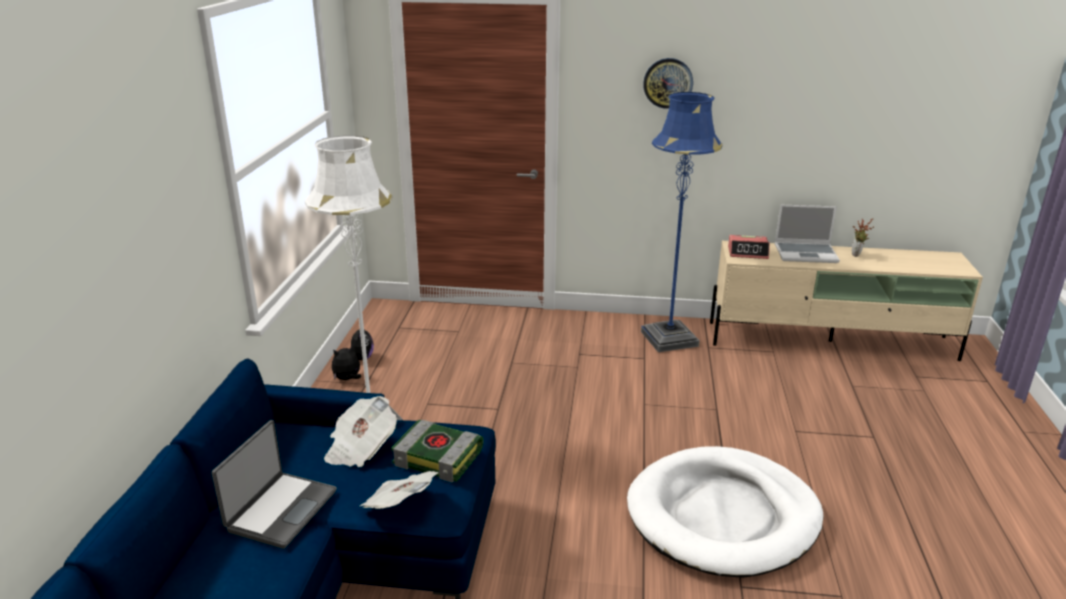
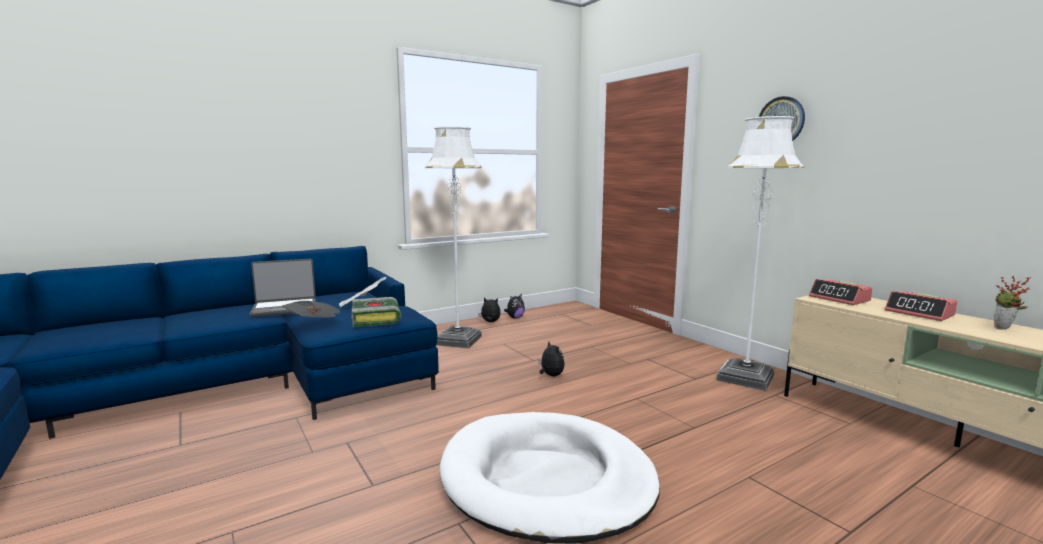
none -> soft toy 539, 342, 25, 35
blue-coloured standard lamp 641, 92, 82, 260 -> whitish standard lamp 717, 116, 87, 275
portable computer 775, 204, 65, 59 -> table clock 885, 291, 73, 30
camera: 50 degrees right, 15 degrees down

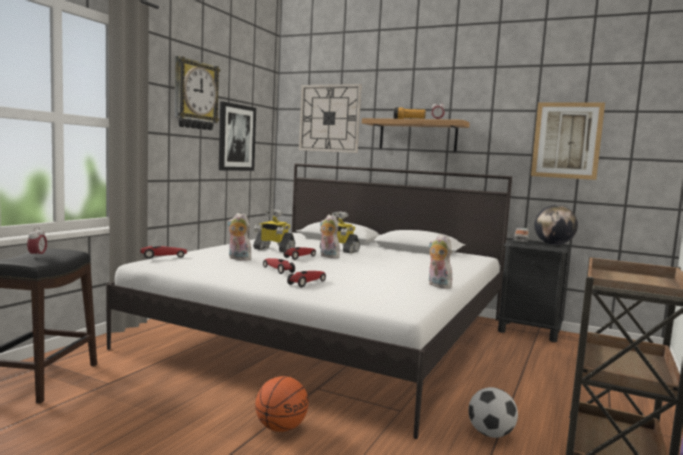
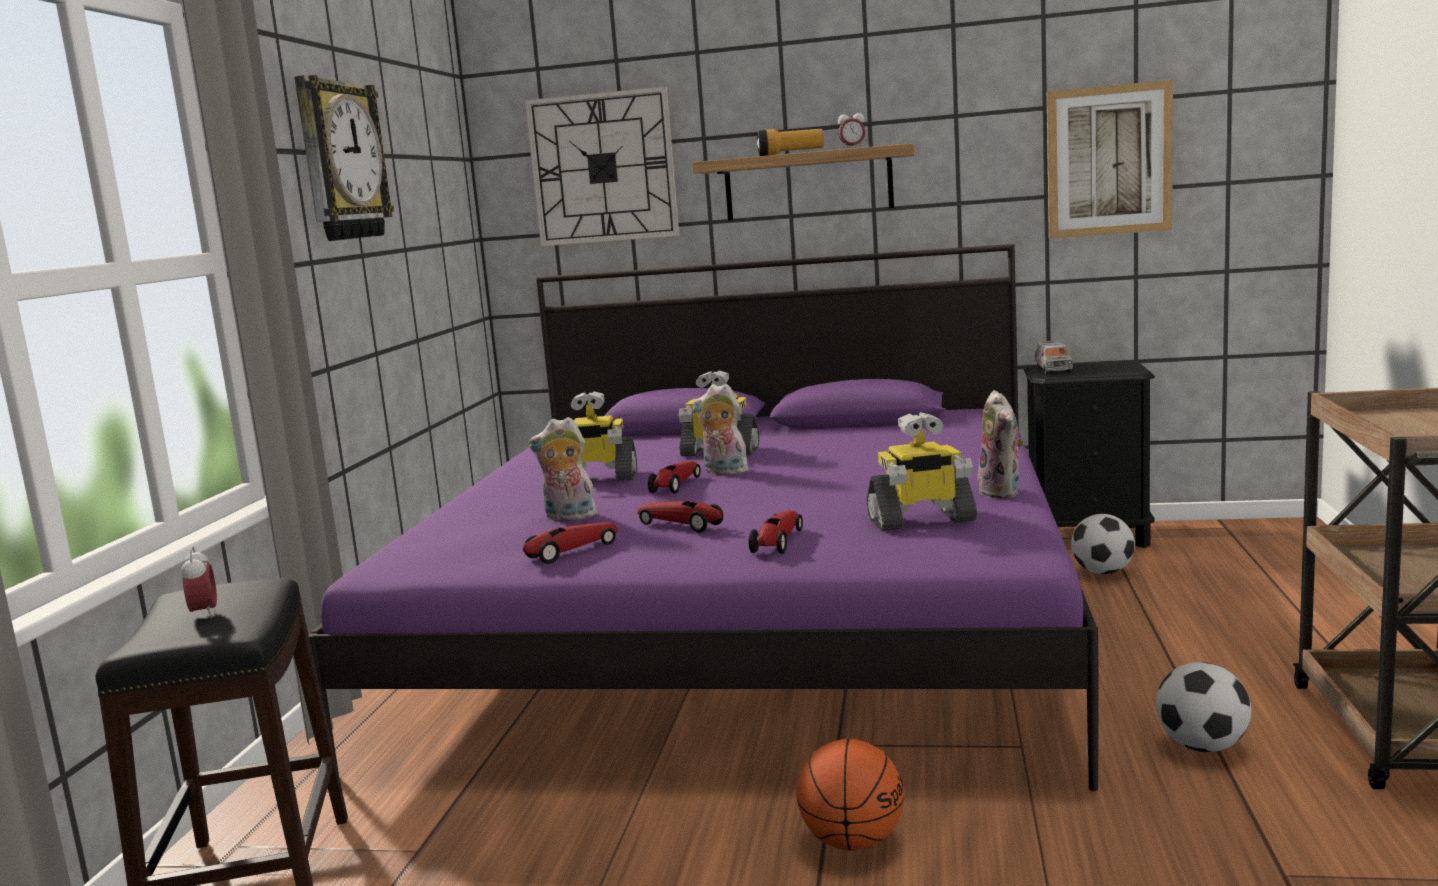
whitish bed 106, 164, 406, 275 -> purple-coloured bed 308, 244, 791, 547
model car 140, 246, 47, 13 -> model car 523, 522, 95, 42, moved
none -> robot figure 867, 412, 110, 119
soft toy 429, 234, 24, 55 -> soft toy 977, 390, 47, 108, 135 degrees counterclockwise
none -> ball for football 1071, 514, 64, 60
picture 219, 102, 37, 69 -> none
desk globe 534, 205, 44, 40 -> none
camera: 15 degrees left, 5 degrees up

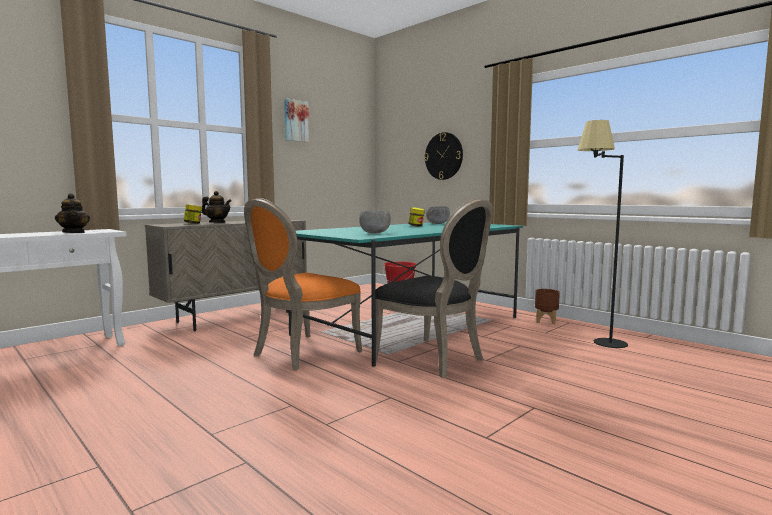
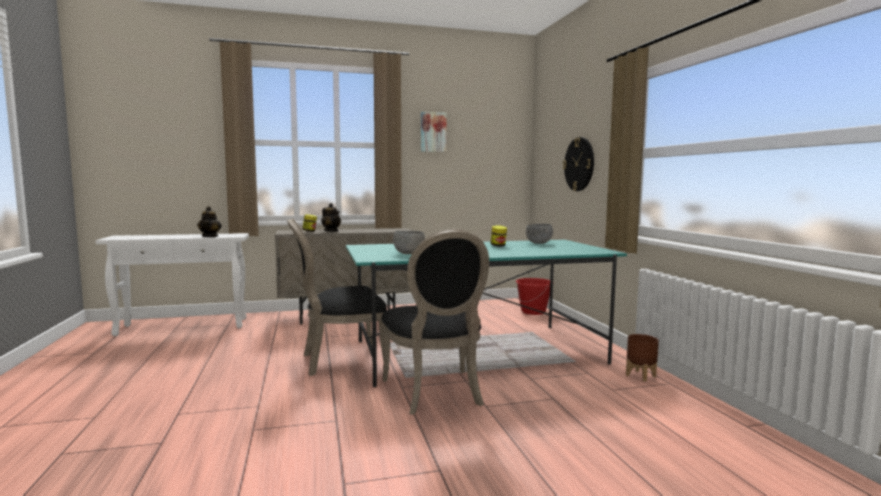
orangey plain chair 244, 198, 118, 172 -> blackish plain chair 287, 218, 100, 158
blackish standard lamp 577, 120, 51, 228 -> none
camera: 30 degrees right, 0 degrees up

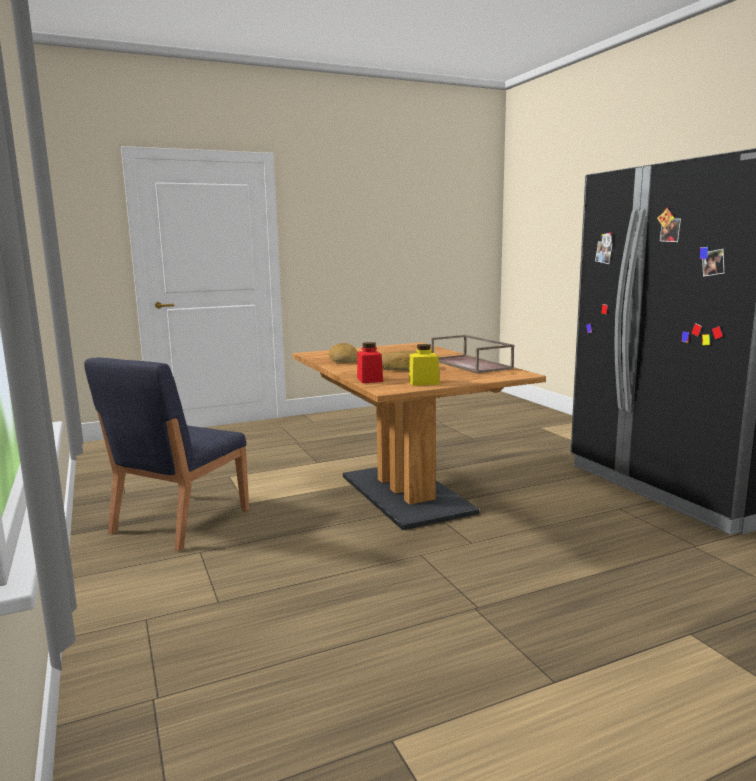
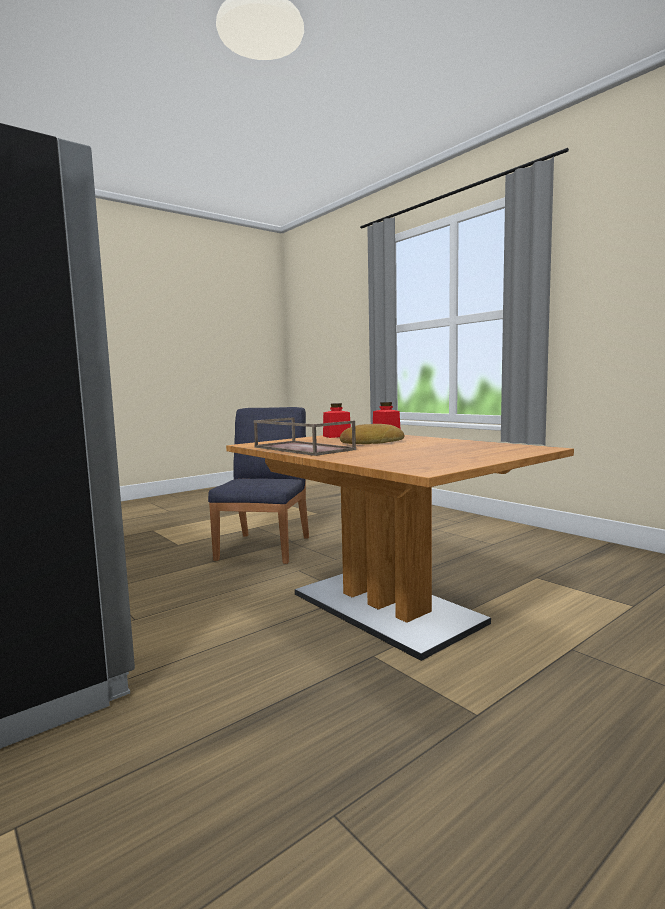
blue-coloured plain chair 84, 358, 165, 193 -> blue-coloured plain chair 208, 407, 101, 157, moved
yellow-coloured storage jar 409, 344, 31, 42 -> reddish storage jar 323, 403, 28, 35
bread 329, 343, 28, 20 -> none
camera: 165 degrees right, 5 degrees down

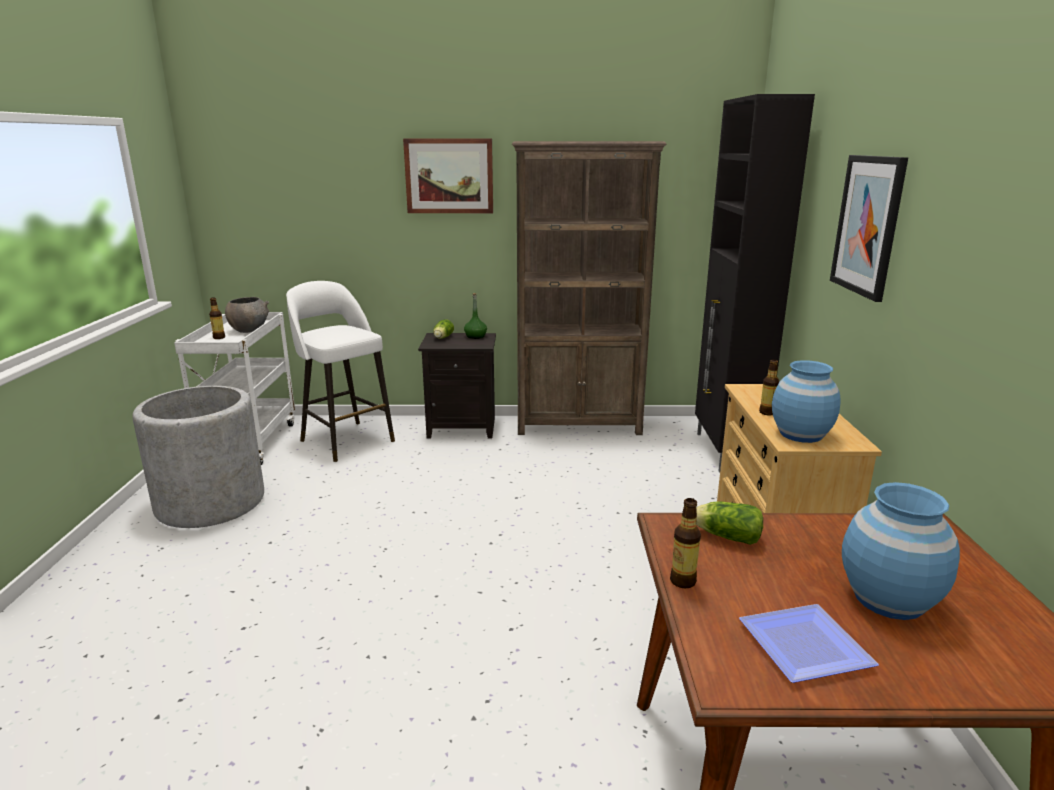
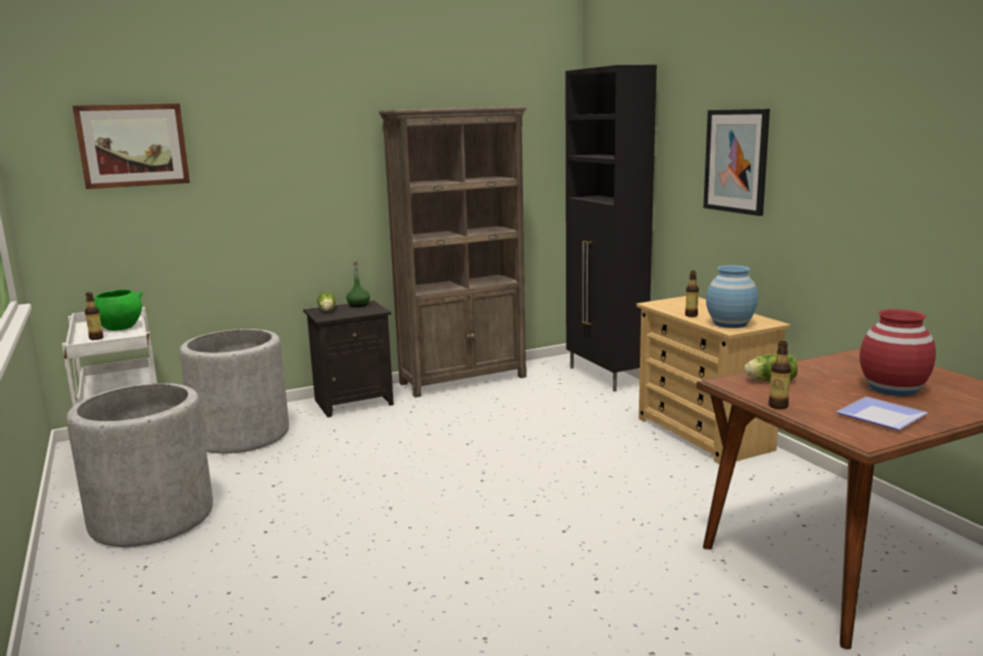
picture 403, 139, 90, 74 -> picture 72, 103, 118, 86, moved
grey bowl 225, 297, 44, 36 -> greenish bowl 94, 289, 49, 42
whitish sitting stool 286, 281, 109, 181 -> grey plant pot 179, 329, 110, 125
blue-coloured vase 842, 482, 118, 138 -> reddish vase 860, 309, 76, 87
camera: 25 degrees left, 5 degrees down

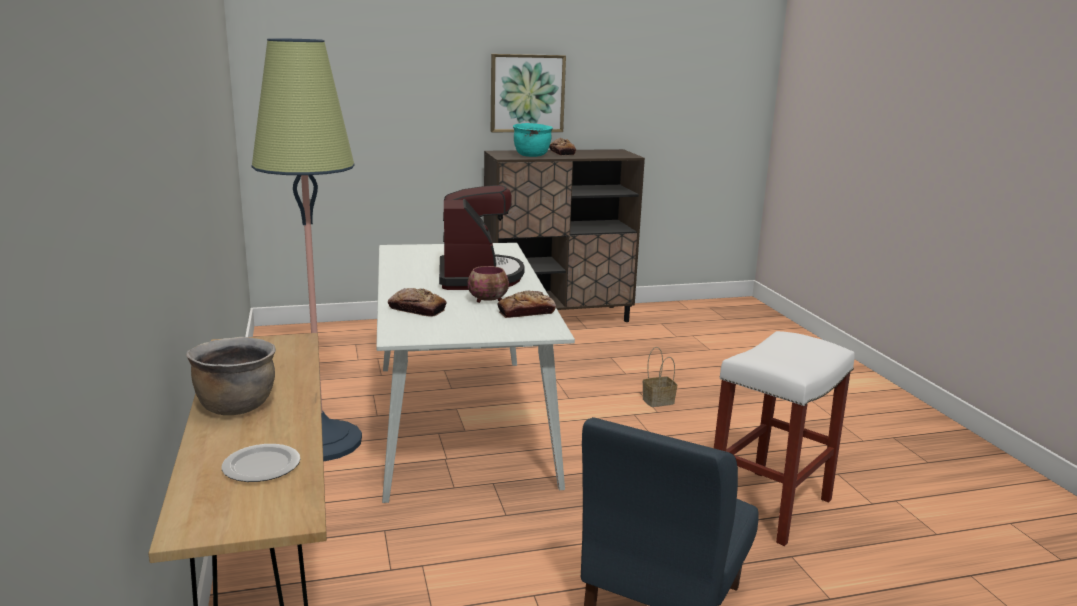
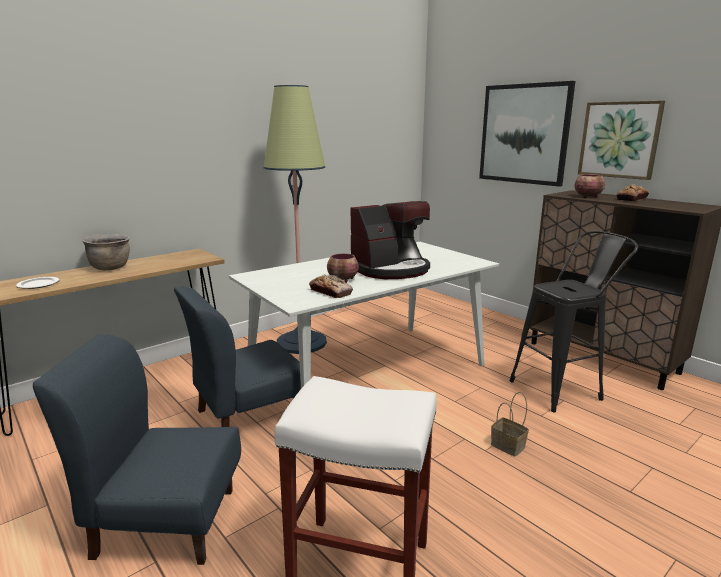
none -> blue-coloured plain chair 174, 286, 127, 141
none -> picture 479, 81, 96, 106
none -> blackish sitting stool 509, 231, 129, 181
turquoise stockpot 513, 123, 40, 34 -> bowl 574, 174, 31, 24
bread 388, 288, 59, 29 -> none
camera: 65 degrees right, 0 degrees up

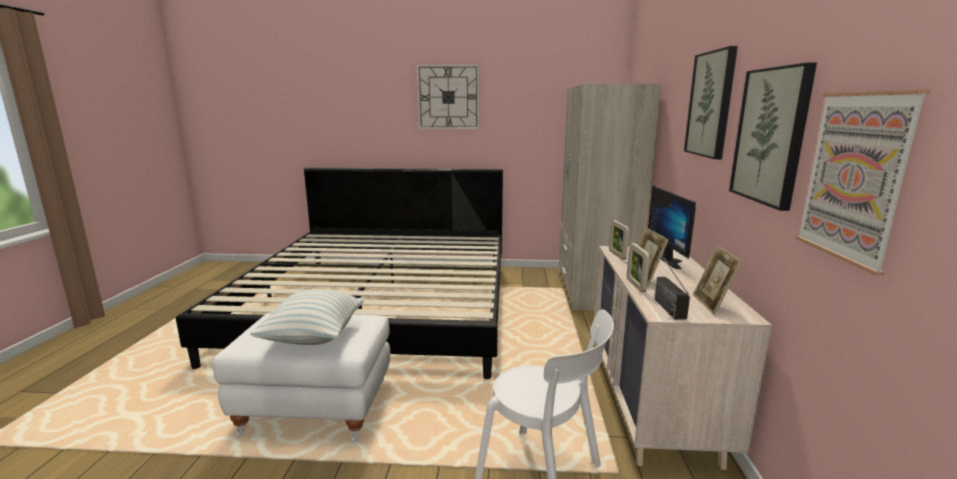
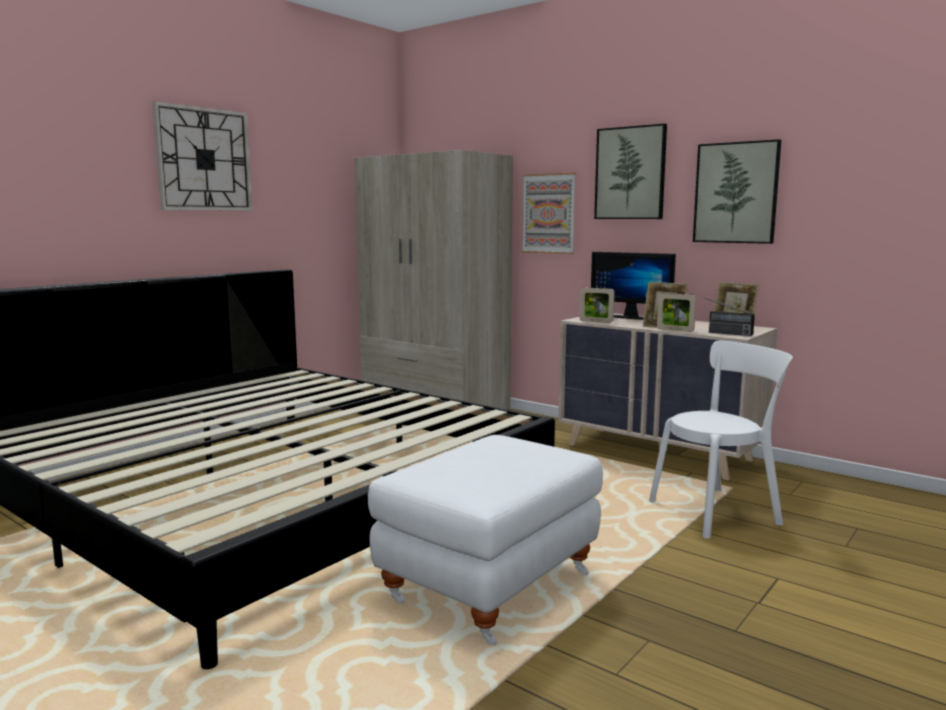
picture 796, 90, 134, 185 -> picture 522, 173, 54, 81, moved
throw pillow 250, 289, 114, 56 -> none
camera: 55 degrees left, 5 degrees down

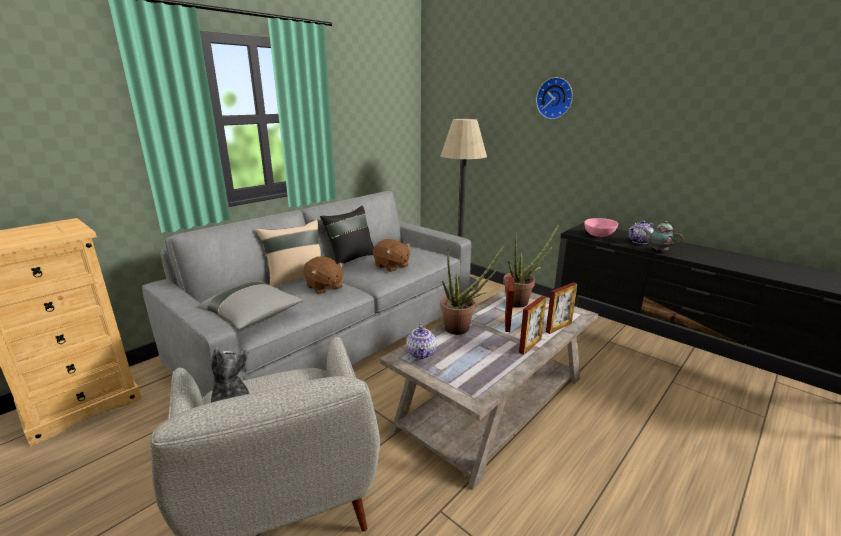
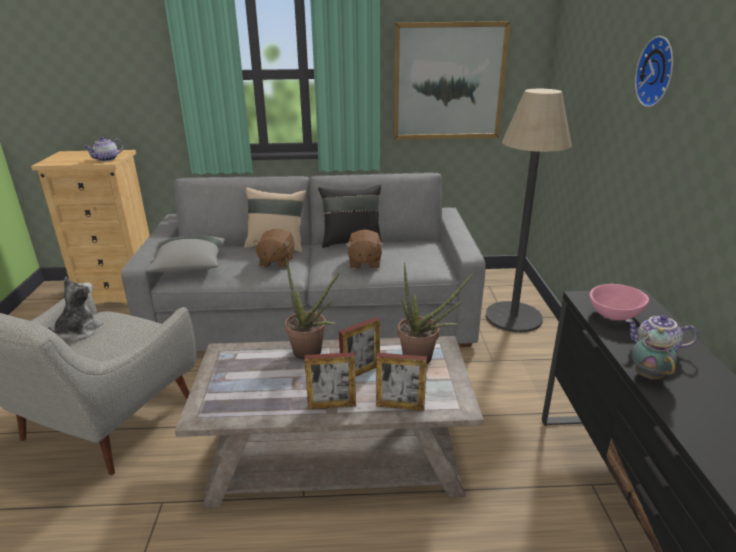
tea pot 406, 323, 30, 36 -> tea pot 83, 137, 41, 25, moved
none -> picture 393, 21, 117, 119
camera: 45 degrees right, 5 degrees up

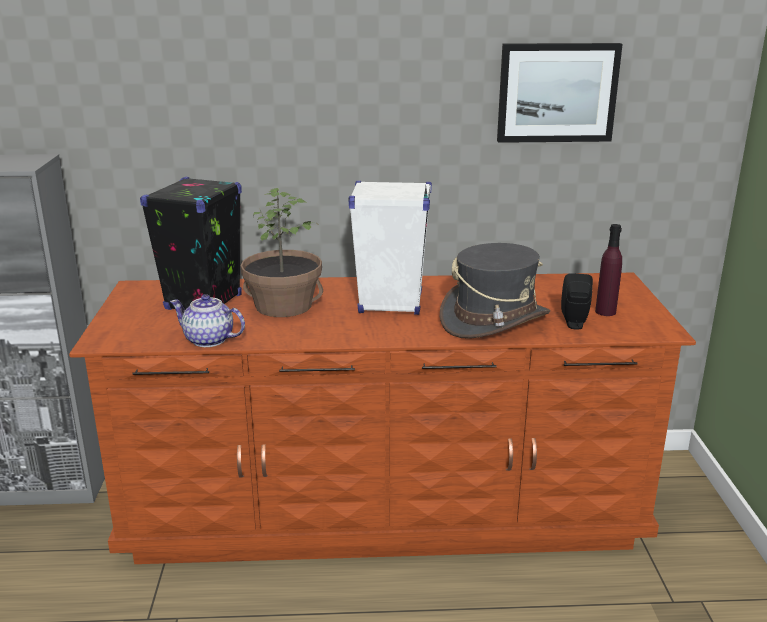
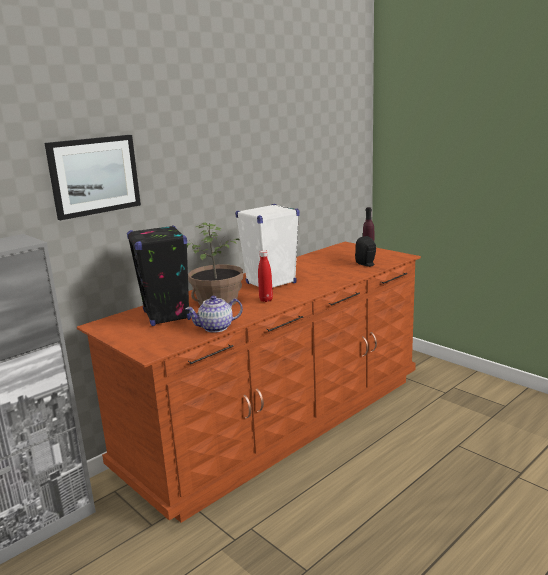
picture 497, 43, 126, 100 -> picture 45, 135, 96, 85, moved
none -> reddish beverage bottle 258, 250, 15, 52
grey wearable hat 440, 243, 110, 96 -> none
camera: 40 degrees left, 5 degrees down

